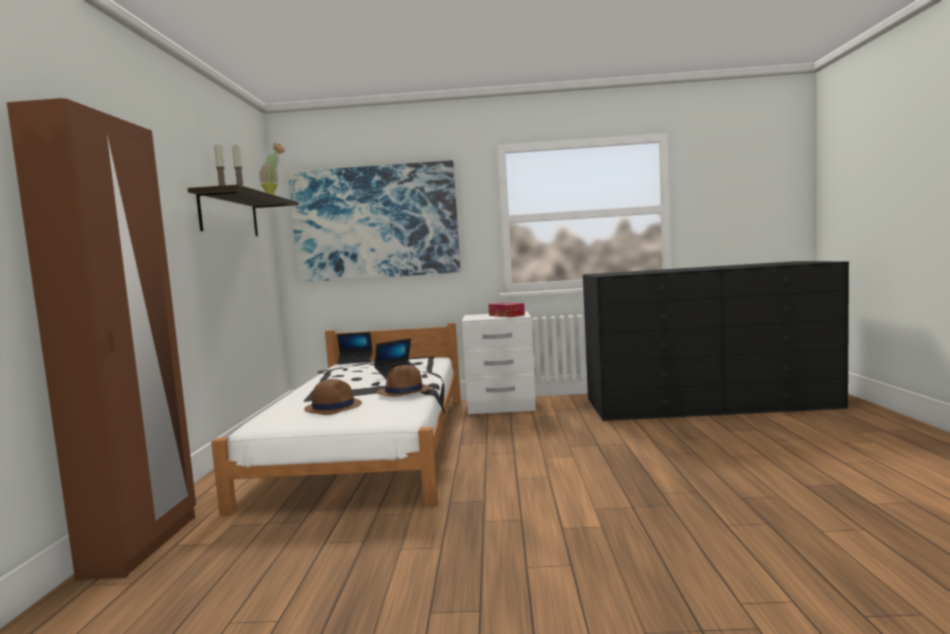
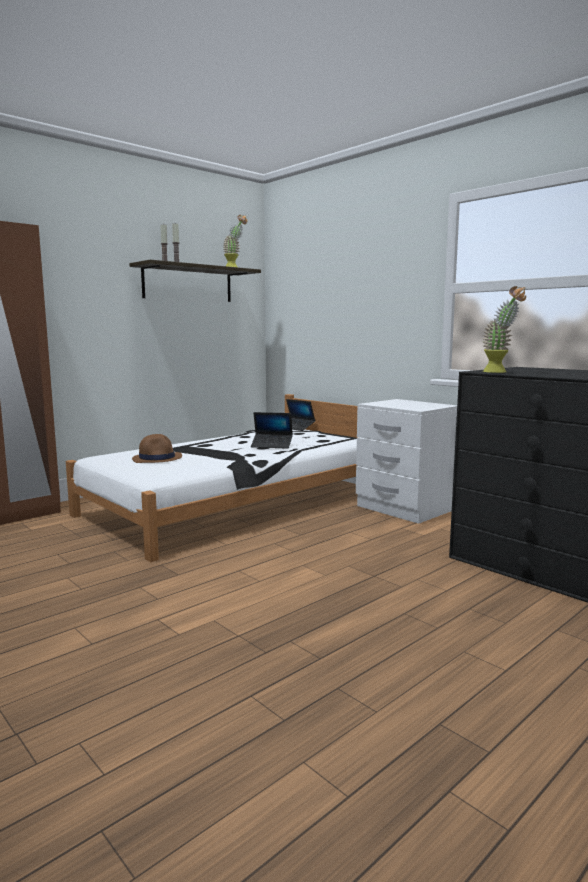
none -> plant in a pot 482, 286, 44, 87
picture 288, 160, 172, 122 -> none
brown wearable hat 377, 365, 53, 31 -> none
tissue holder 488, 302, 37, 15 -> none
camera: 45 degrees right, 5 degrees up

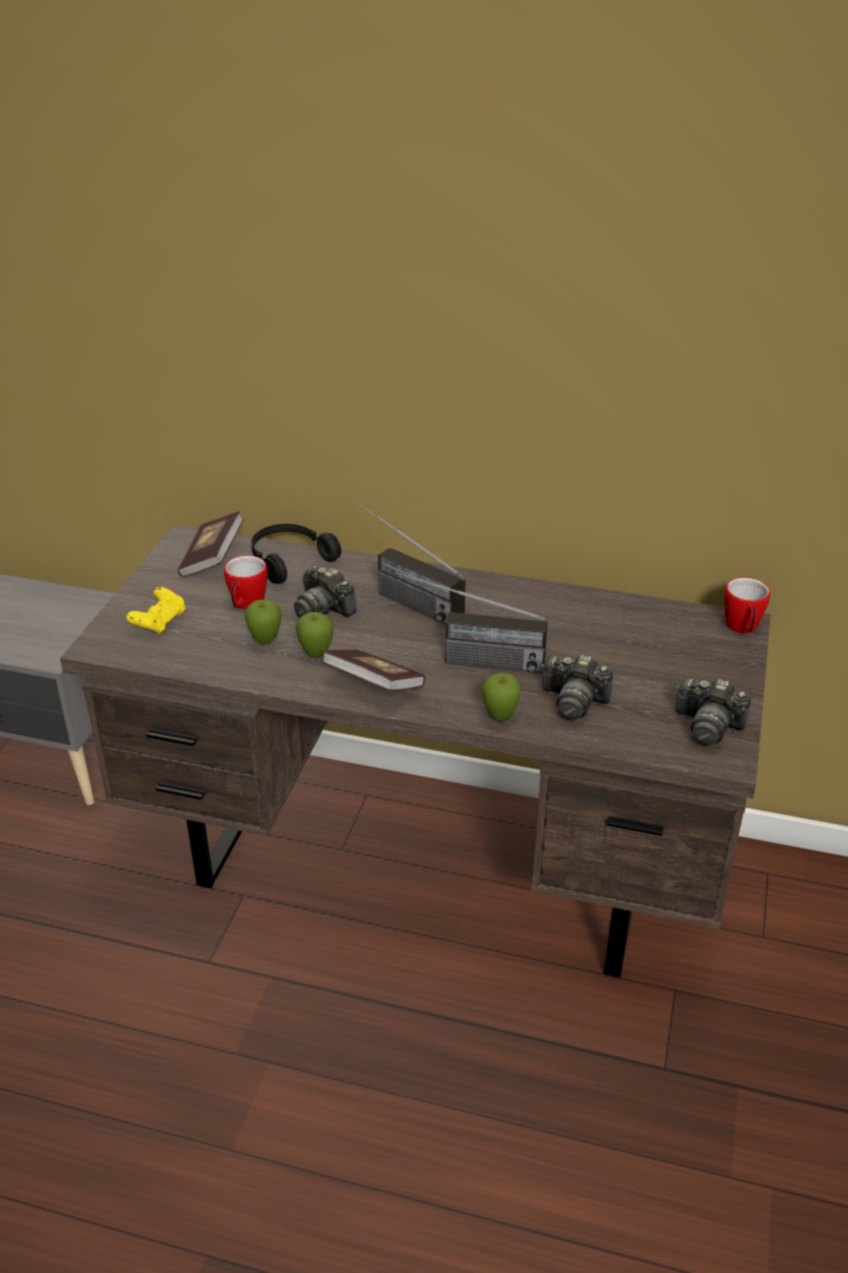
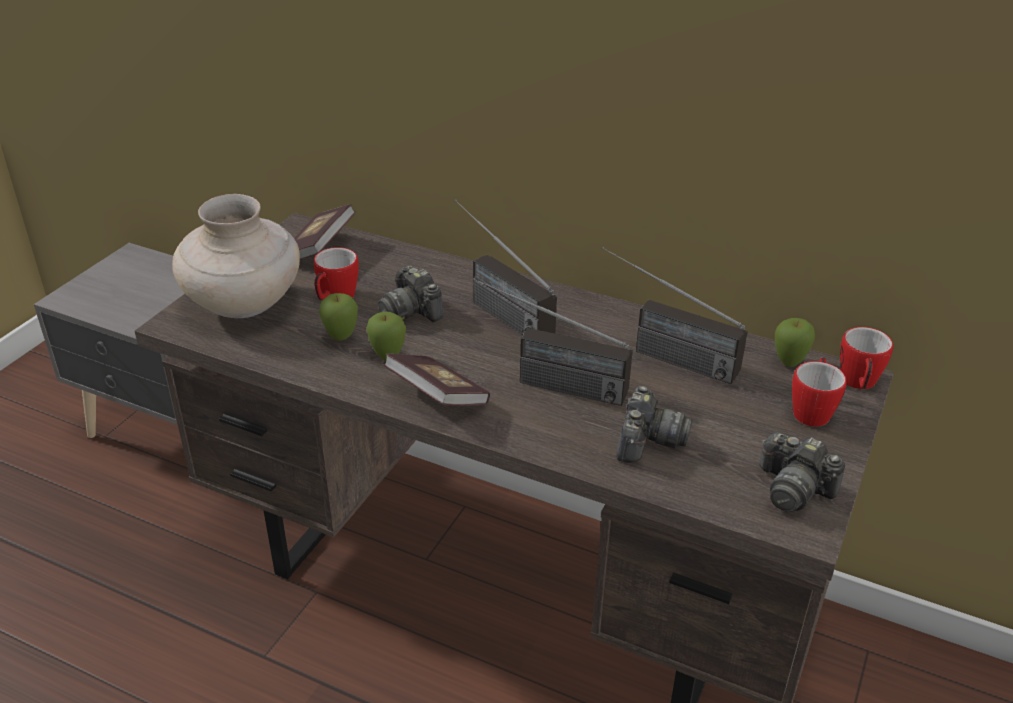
yellow-coloured game controller 126, 587, 59, 48 -> beige vase 172, 194, 128, 124
none -> radio 602, 247, 146, 137
still camera 541, 655, 72, 66 -> still camera 616, 386, 76, 77, 105 degrees counterclockwise
apple 482, 673, 39, 49 -> apple 775, 318, 40, 49, moved
none -> tea mug 792, 357, 55, 70
blackish headset 251, 524, 90, 60 -> none
camera: 10 degrees right, 0 degrees up

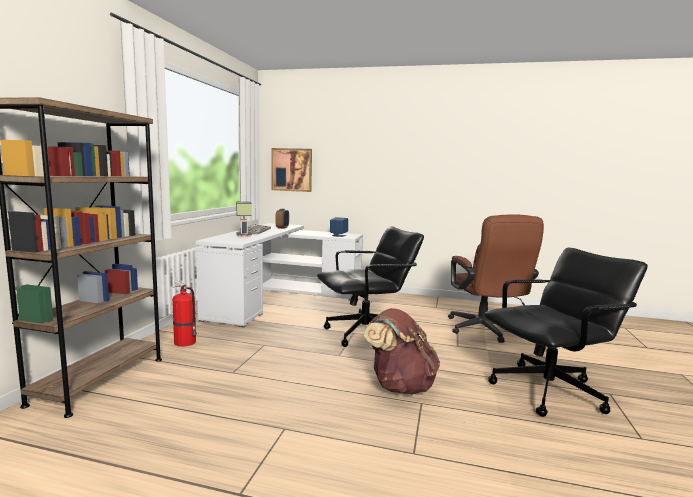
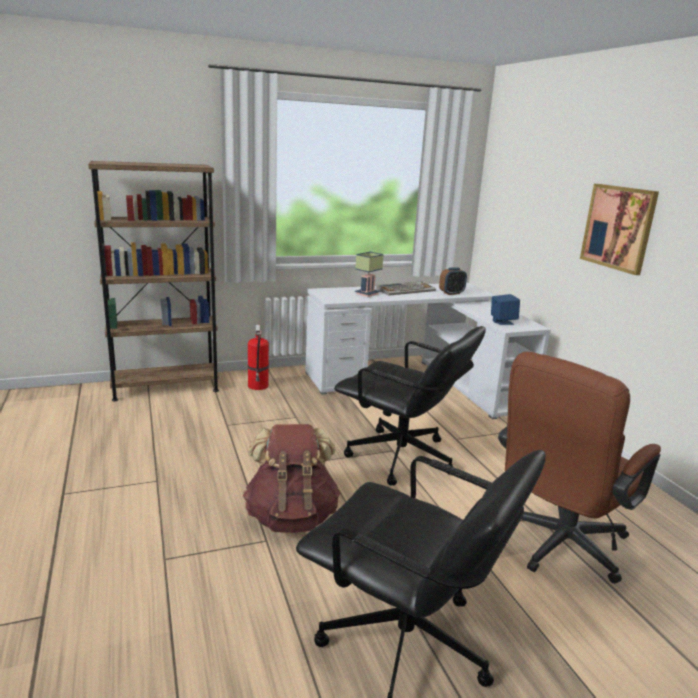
picture 271, 148, 41, 44 -> picture 580, 184, 79, 91, moved
camera: 55 degrees right, 10 degrees up

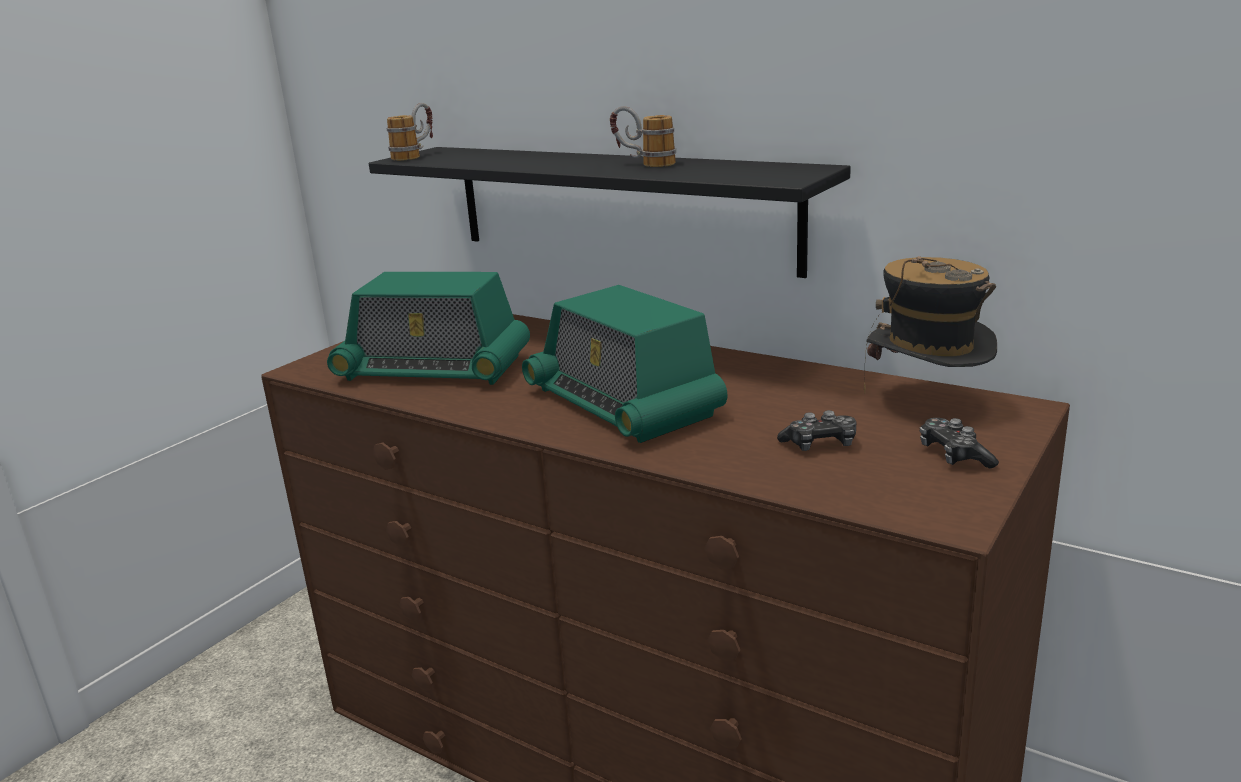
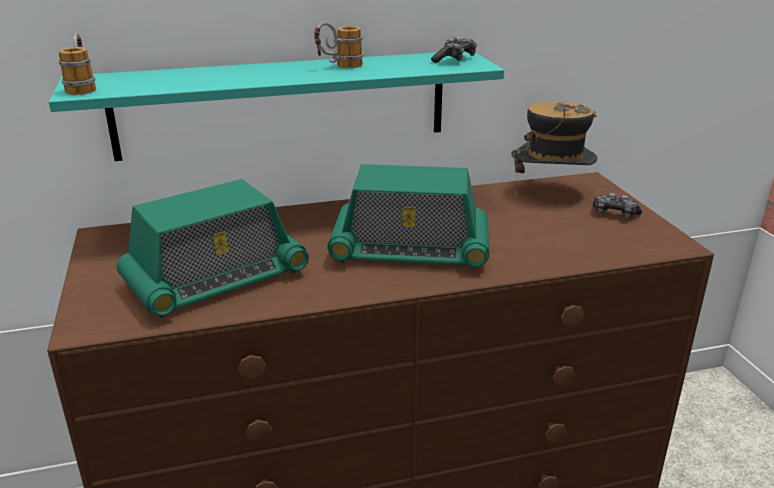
blackish wall shelf 369, 147, 482, 131 -> turquoise wall shelf 49, 51, 455, 110
game controller 777, 410, 79, 41 -> game controller 431, 37, 46, 26, moved
camera: 50 degrees left, 5 degrees up

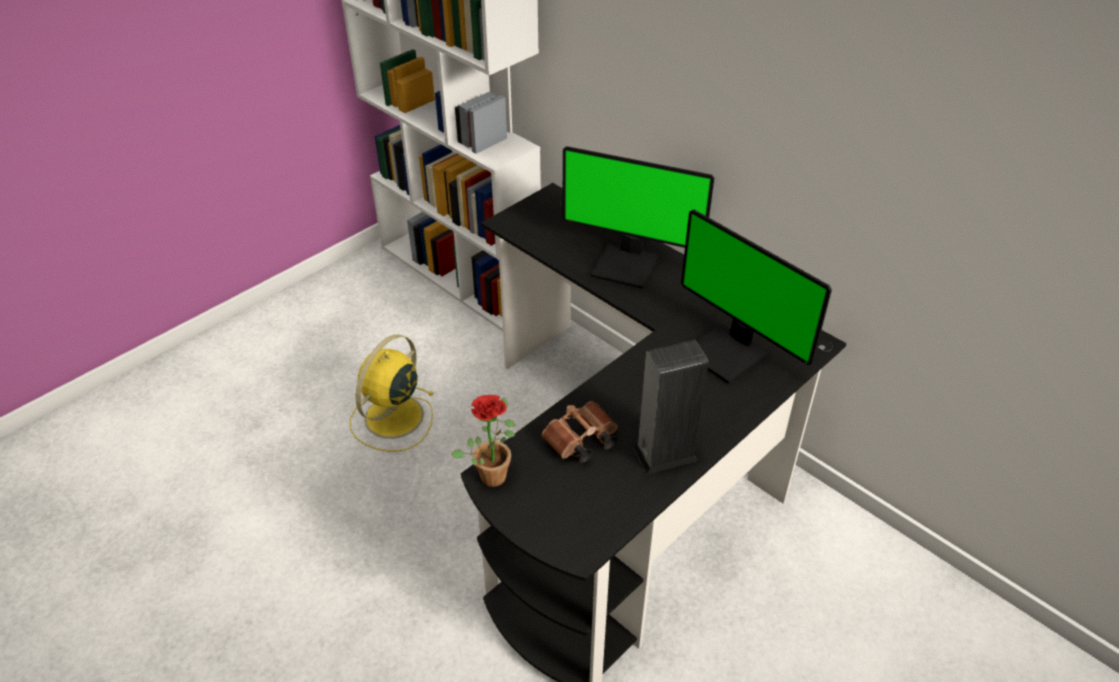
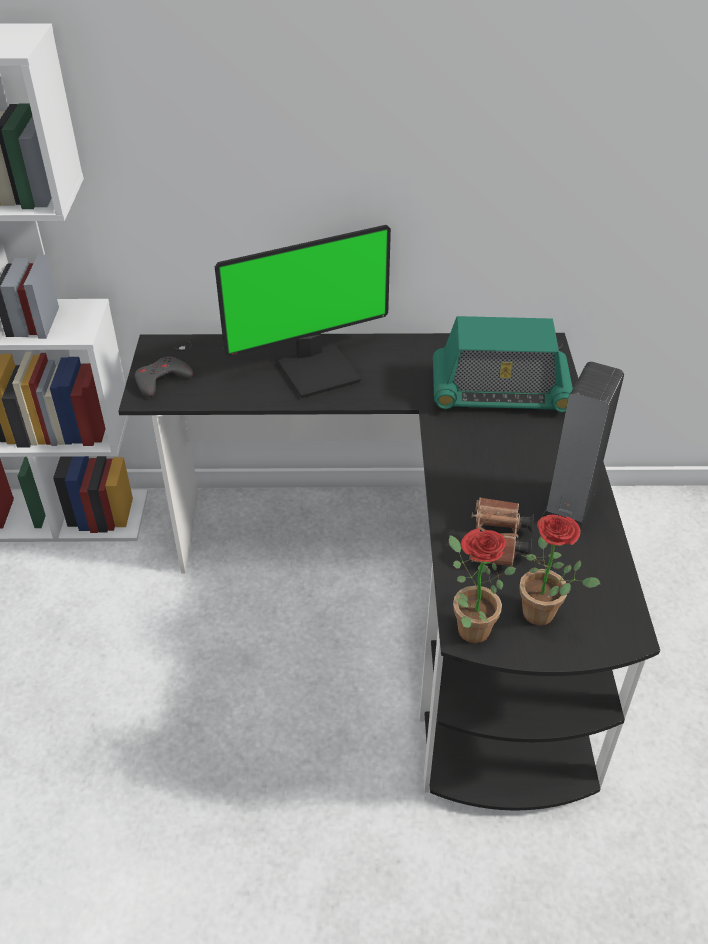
none -> grey game controller 135, 356, 58, 41
computer display 681, 210, 151, 174 -> radio 433, 316, 140, 97
none -> plant in a pot 520, 515, 80, 111
yellow-coloured electric fan 350, 334, 84, 118 -> none
camera: 45 degrees left, 0 degrees up

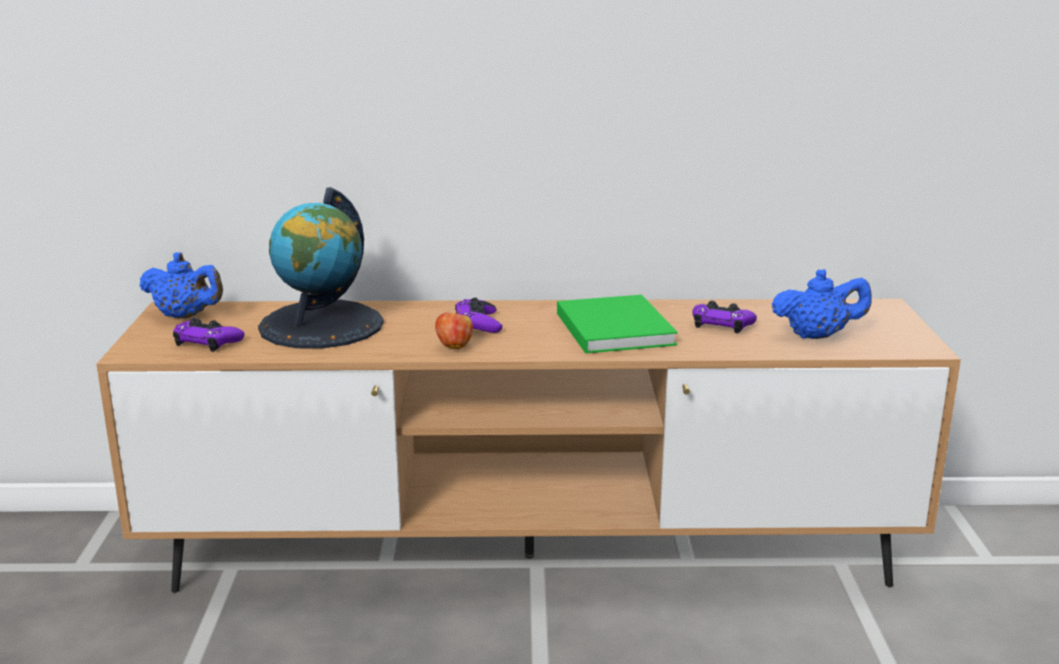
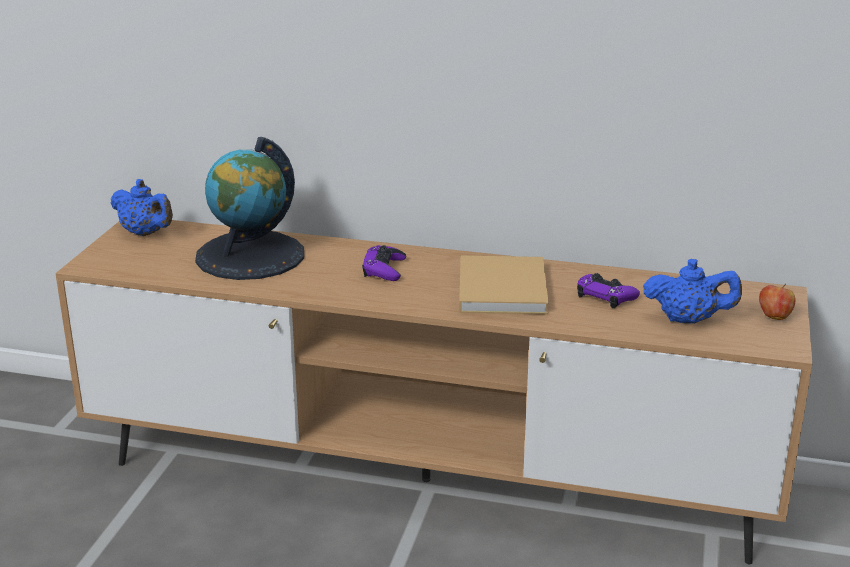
greenish bound book 557, 295, 121, 58 -> beige bound book 459, 256, 90, 58
apple 435, 309, 38, 40 -> apple 759, 283, 37, 37, moved
purple-coloured game controller 173, 317, 72, 35 -> none
camera: 15 degrees right, 5 degrees up

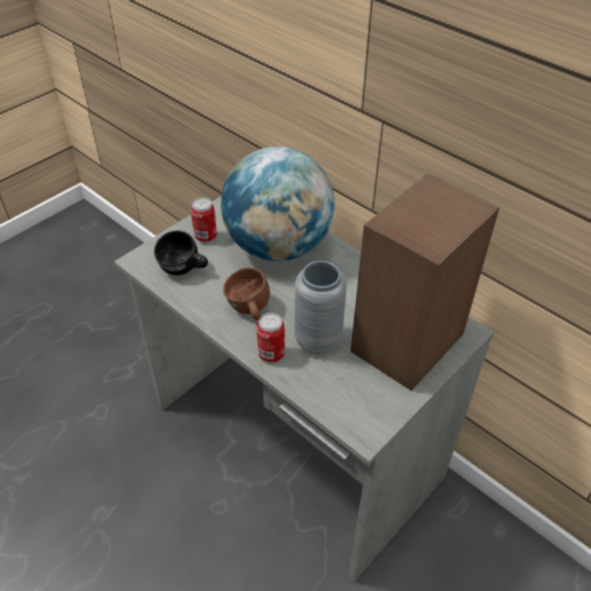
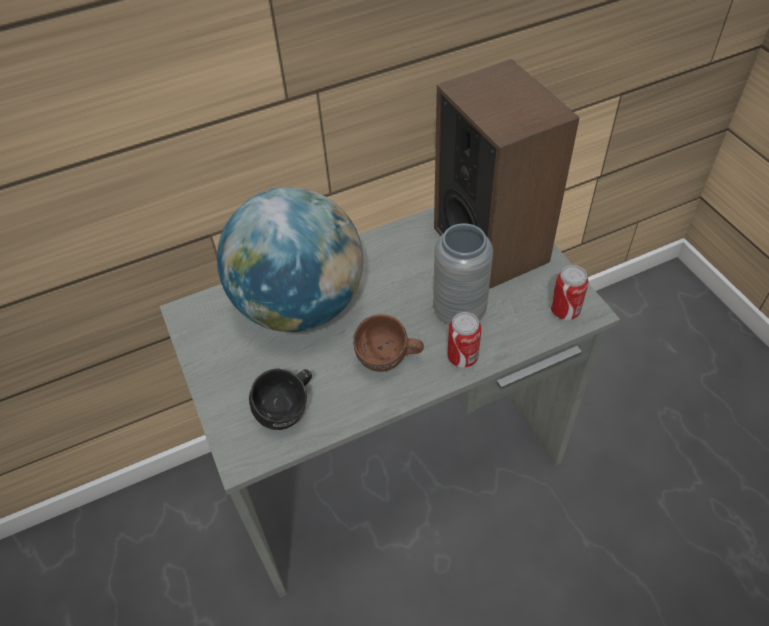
sealed can 191, 197, 26, 45 -> sealed can 551, 265, 38, 55, moved
camera: 65 degrees left, 5 degrees up

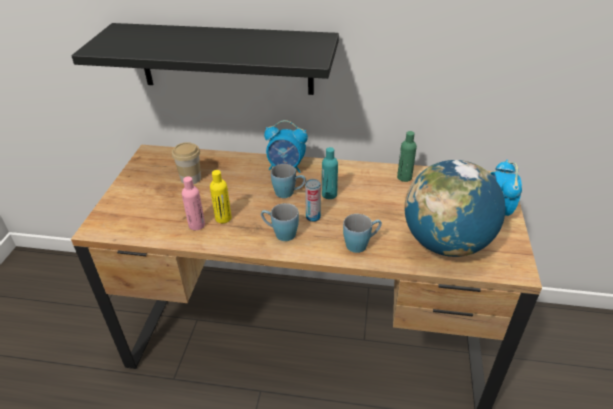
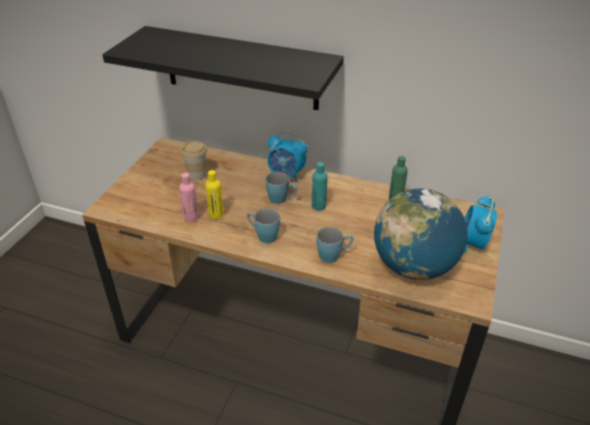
sealed can 305, 179, 16, 43 -> none
camera: 10 degrees right, 0 degrees up

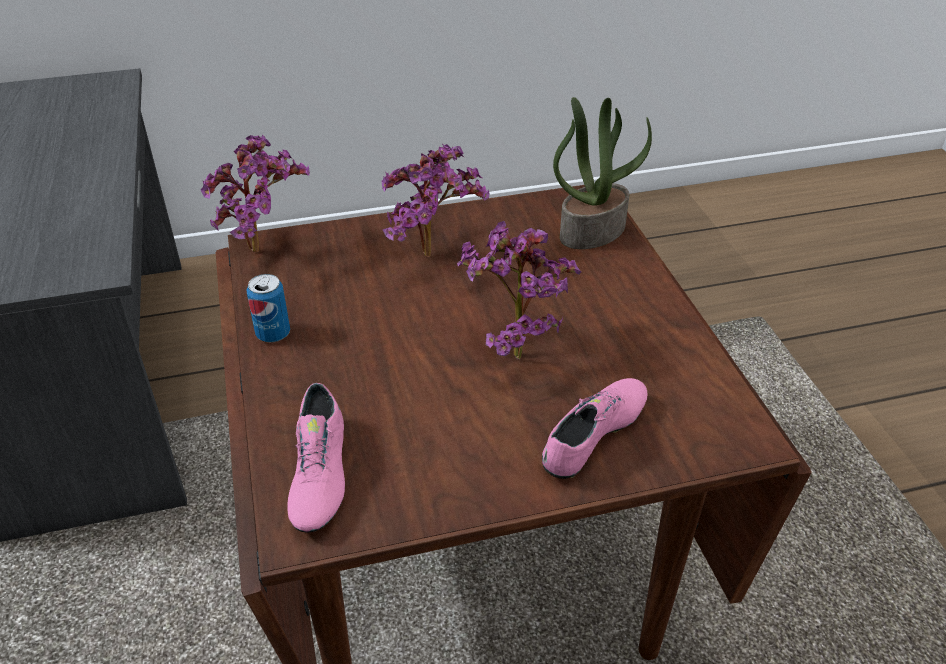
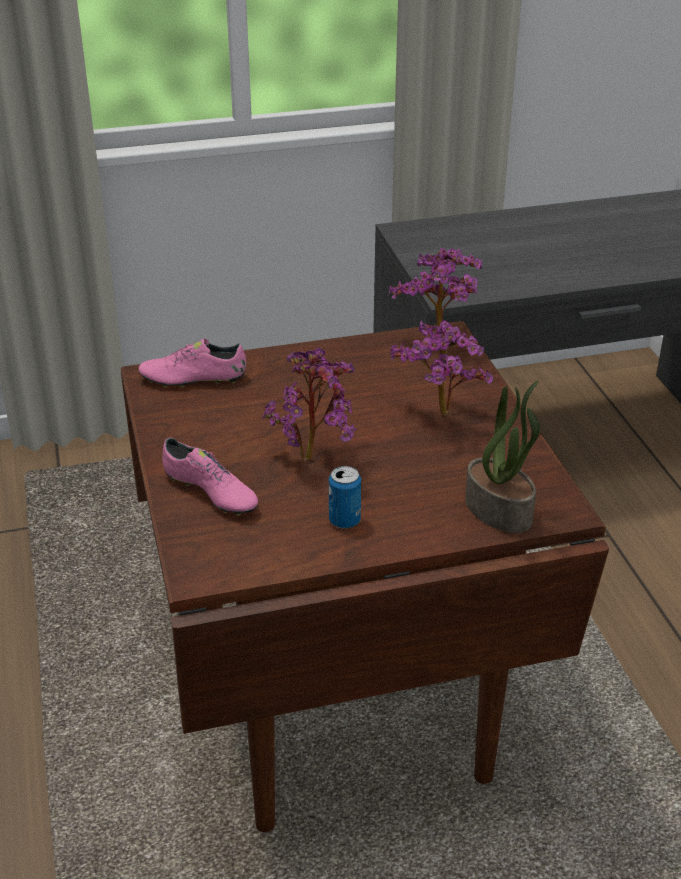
sealed can 247, 274, 43, 69 -> sealed can 329, 466, 32, 63, moved
camera: 90 degrees right, 5 degrees down

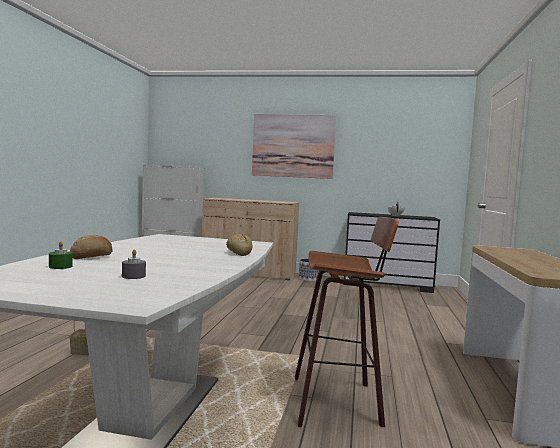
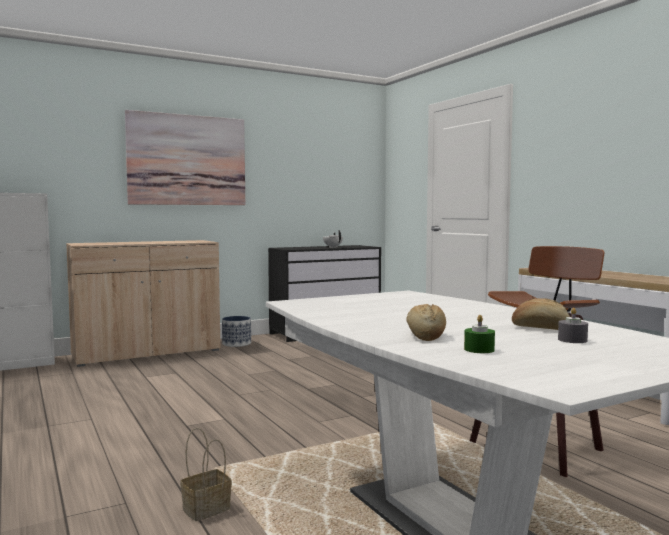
bread 226, 234, 27, 22 -> bread 512, 298, 58, 32, moved
camera: 40 degrees left, 0 degrees up

